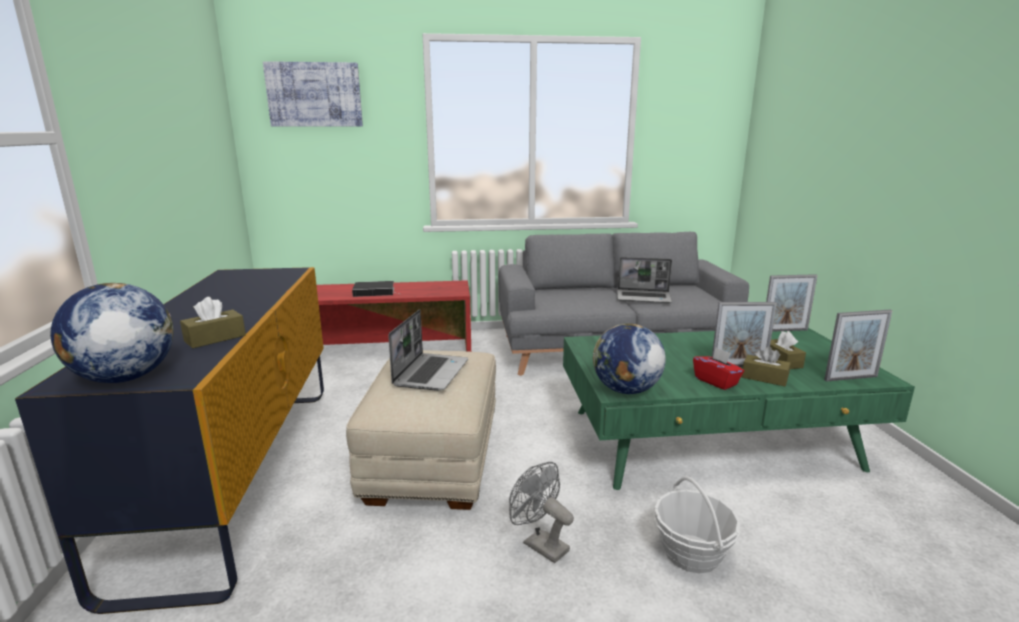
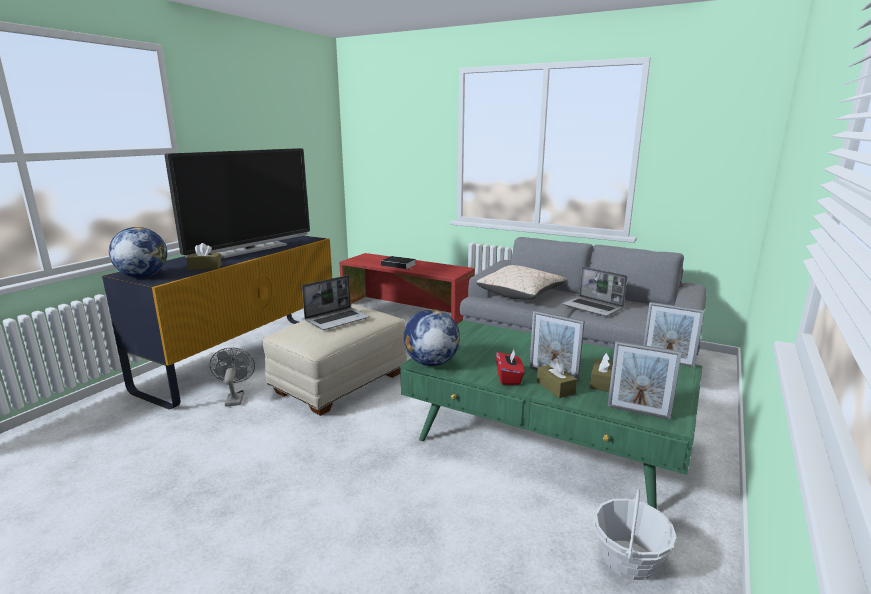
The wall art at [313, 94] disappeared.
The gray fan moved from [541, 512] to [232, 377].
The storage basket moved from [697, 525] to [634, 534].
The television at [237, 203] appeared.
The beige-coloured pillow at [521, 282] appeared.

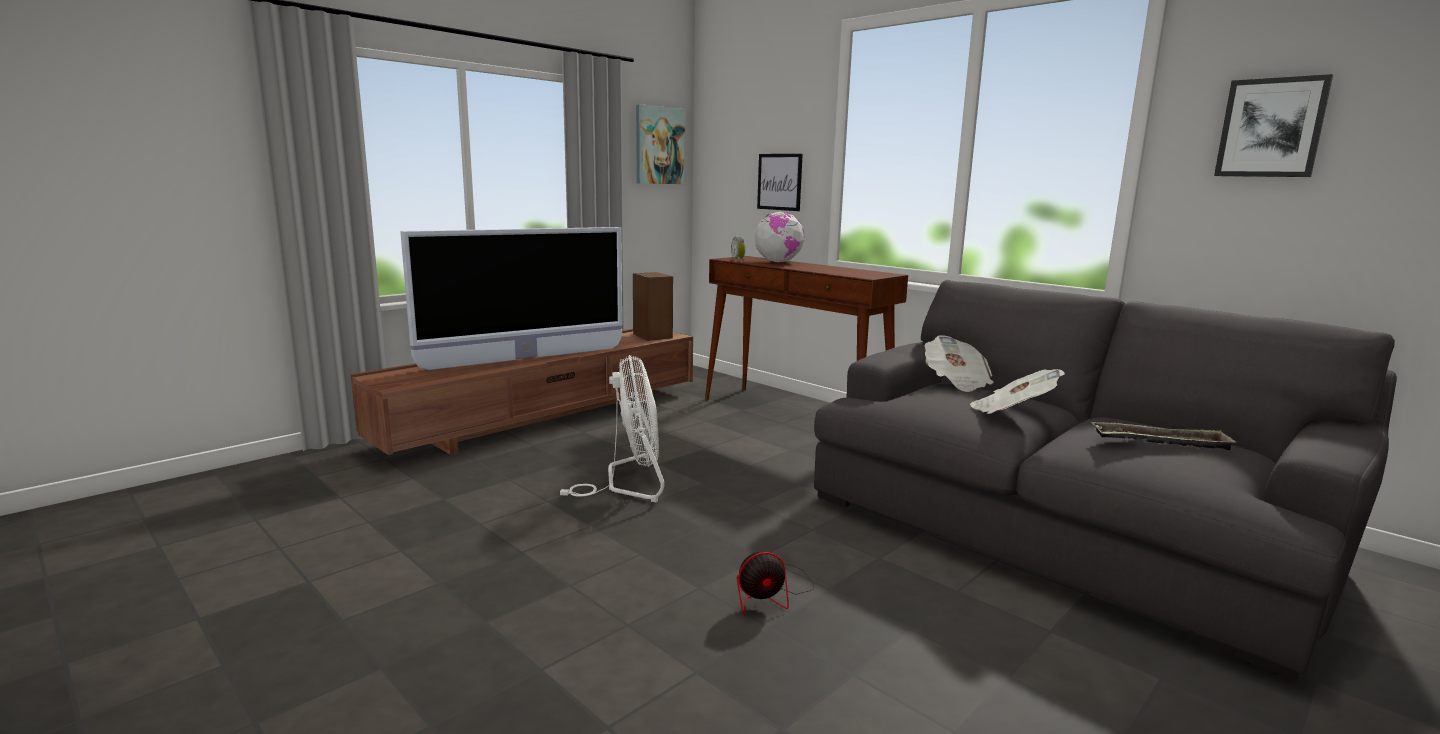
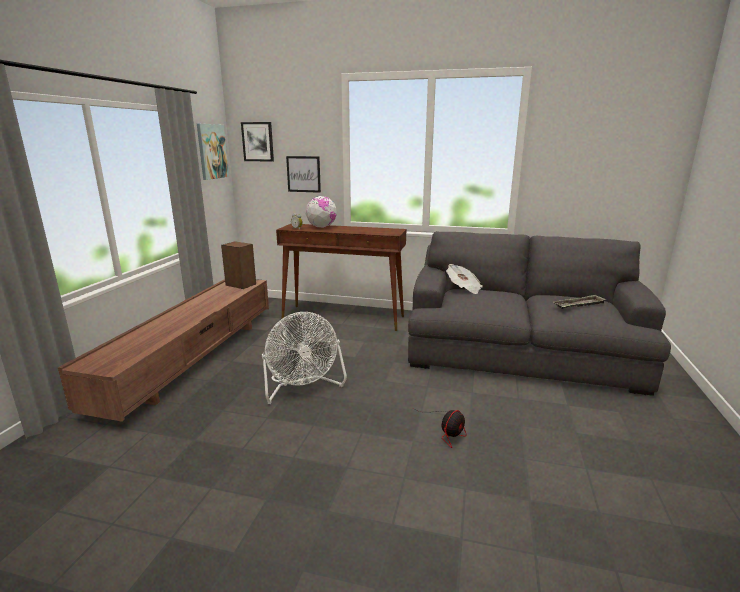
The television at [511, 298] disappeared.
The white fan at [611, 429] turned 105 degrees clockwise.
The printed paper at [1017, 391] disappeared.
The wall art moved from [1273, 125] to [257, 142].

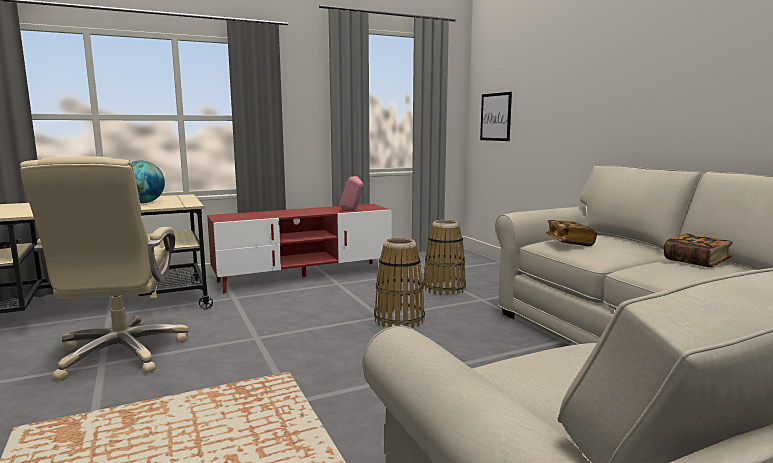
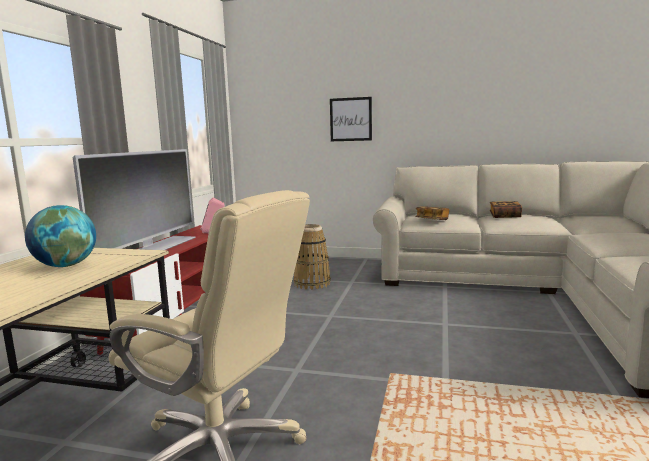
The storage basket at [399, 283] disappeared.
The wall art moved from [496, 116] to [351, 119].
The television at [134, 199] appeared.

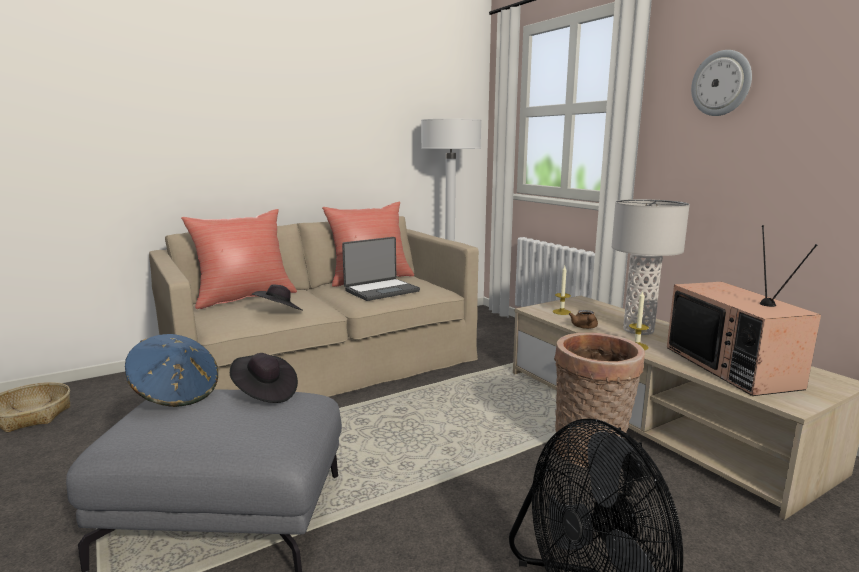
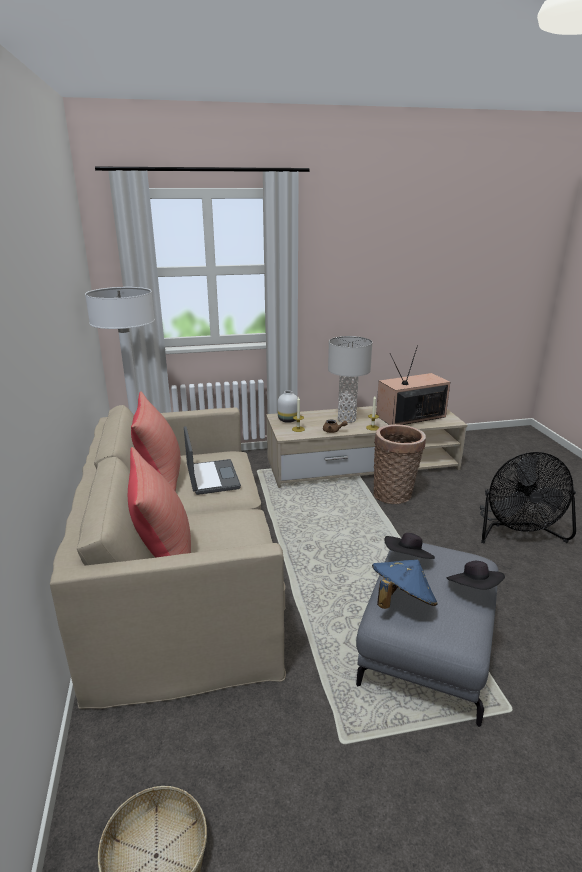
The black-coloured clothing hat moved from [277, 297] to [476, 575].
The television at [744, 310] turned 150 degrees clockwise.
The clock on the wall at [721, 83] disappeared.
The white vase at [288, 406] appeared.

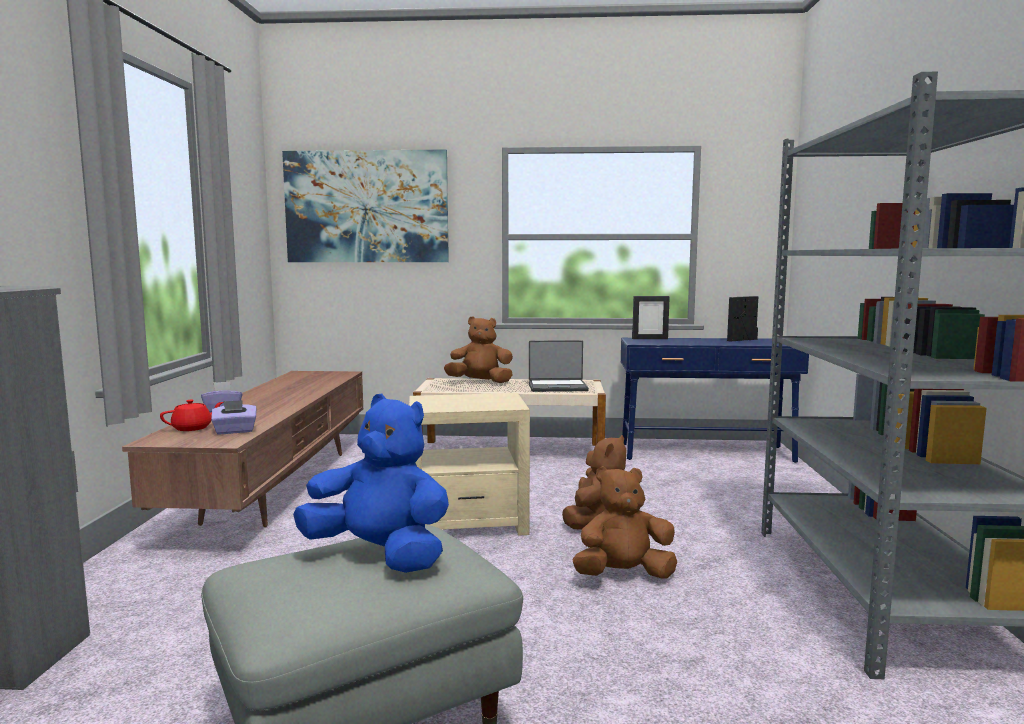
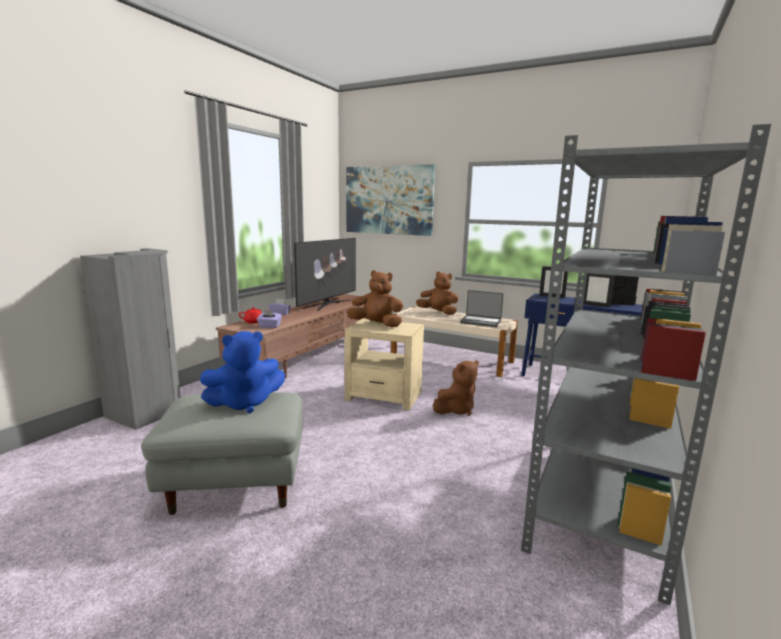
The blue plush toy at [371, 483] turned 105 degrees clockwise.
The brown-coloured plush toy moved from [624, 522] to [375, 298].
The television at [325, 274] appeared.
The photo frame at [599, 290] appeared.

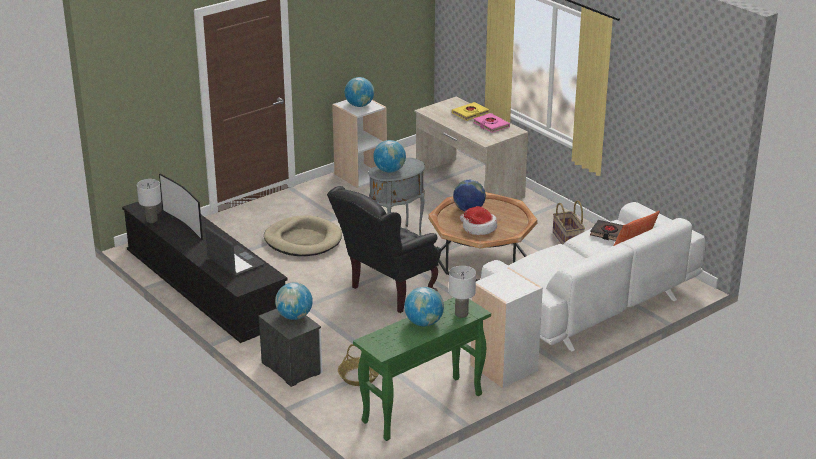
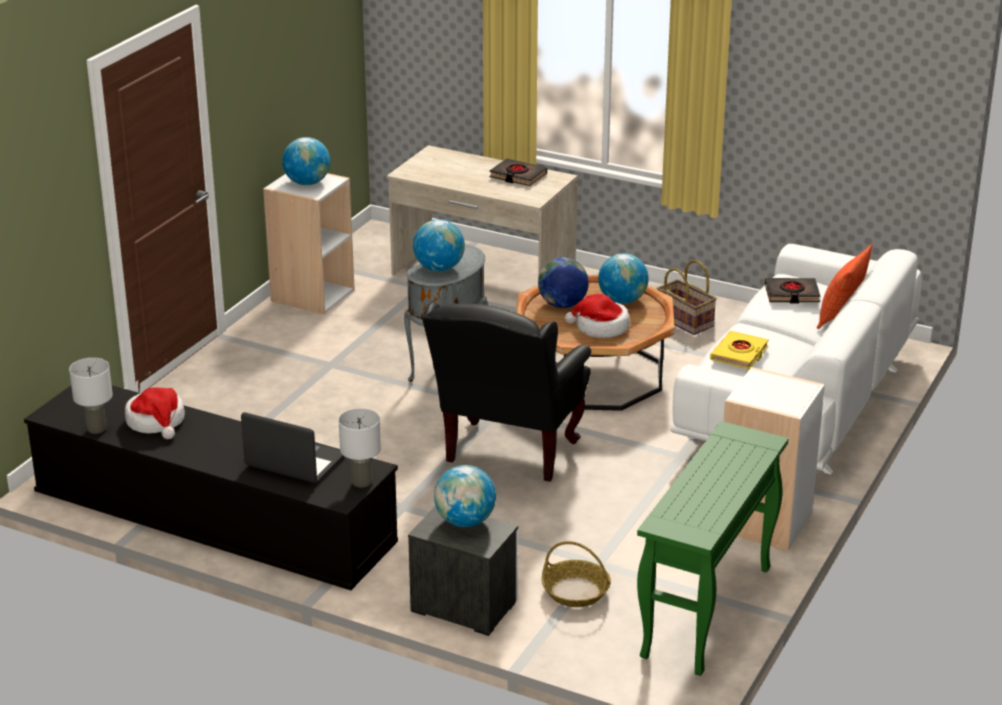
The television at [181, 207] was replaced by the clothing hat at [155, 413].
The beige-coloured dog cushion at [303, 235] disappeared.
The world globe moved from [424, 306] to [623, 278].
The white table lamp moved from [462, 292] to [360, 448].
The yellow book moved from [470, 111] to [739, 350].
The pinkish book at [491, 123] became the black-coloured book at [518, 172].

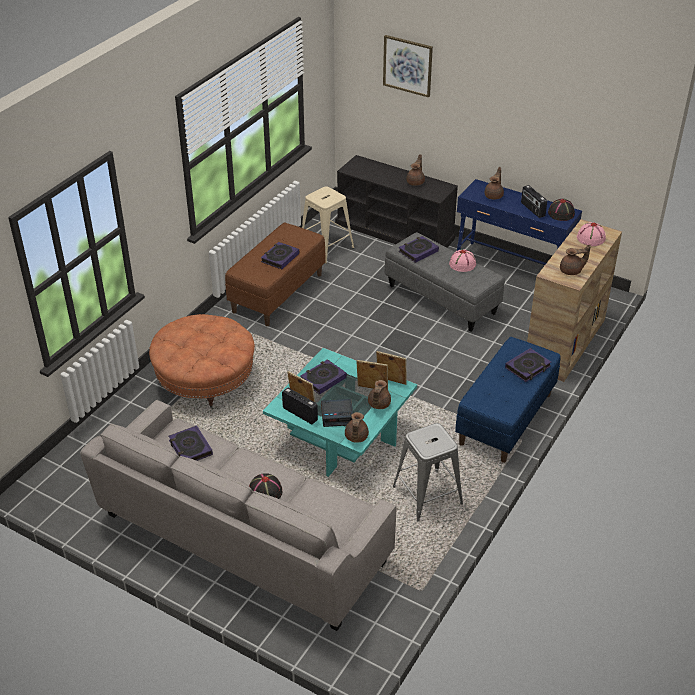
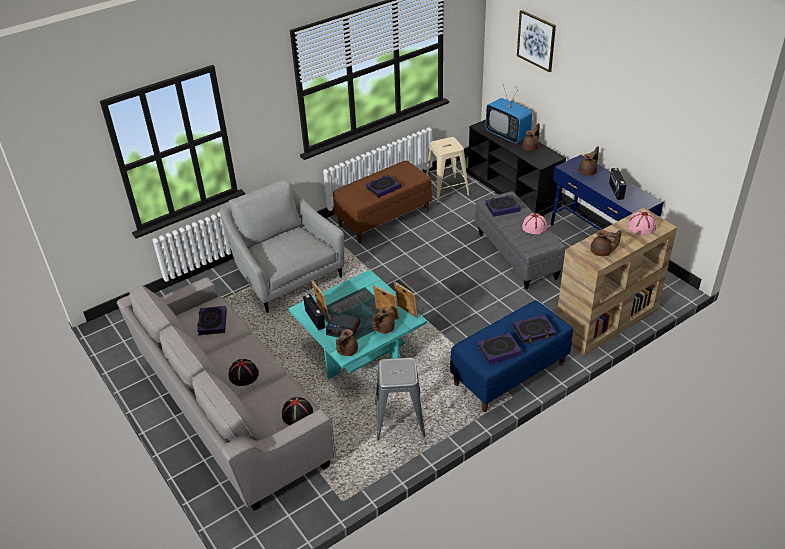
The brown-coloured pouffe at [202, 361] was replaced by the gray easy chair at [282, 246].
The book moved from [323, 377] to [500, 349].
The black-coloured clothing hat moved from [561, 210] to [297, 411].
The television at [509, 114] appeared.

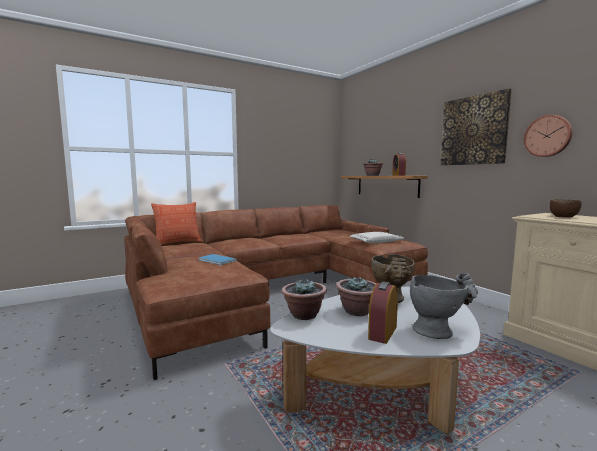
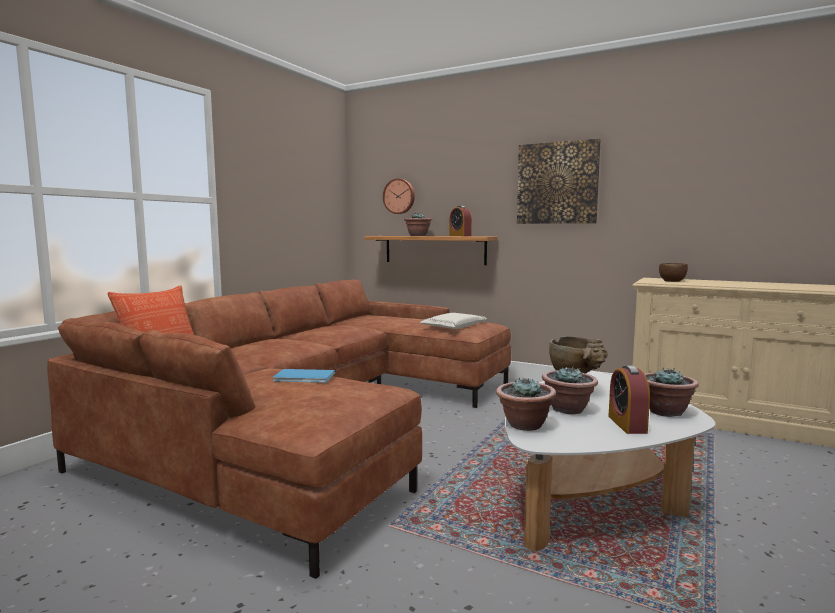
The gray vase at [444, 306] was replaced by the potted plant at [672, 392].
The clock on the wall moved from [548, 136] to [399, 196].

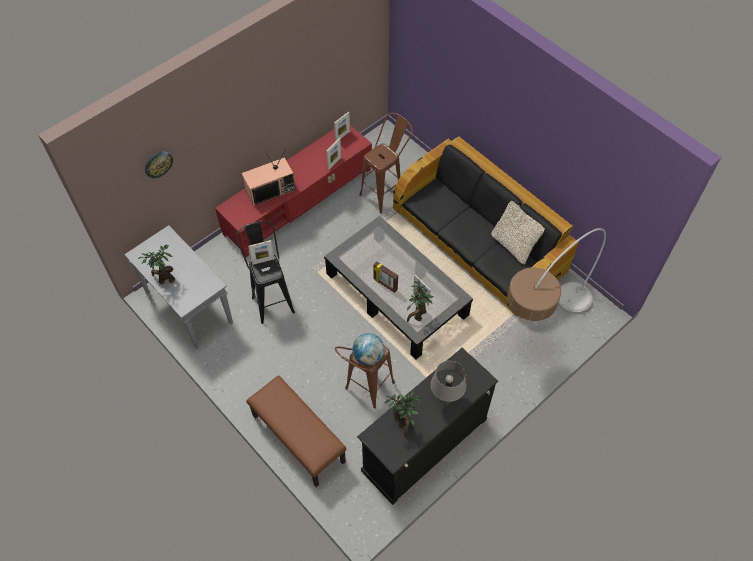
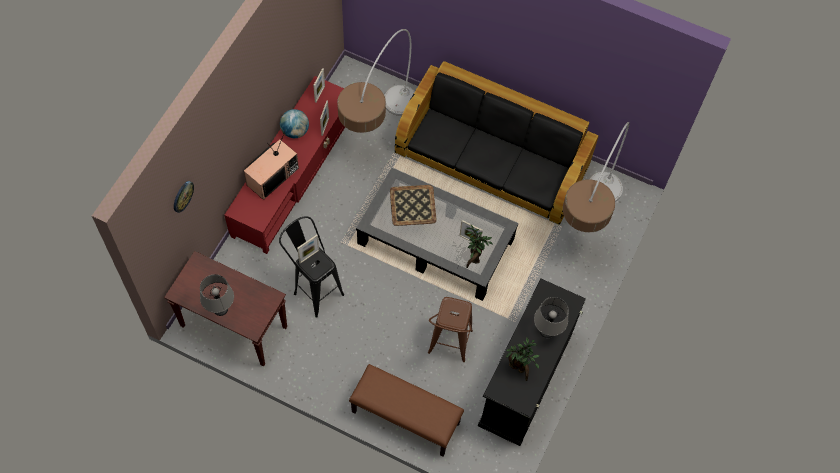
The gray narrow table at [178, 287] became the brown-coloured narrow table at [225, 309].
The potted plant at [156, 264] was replaced by the gray table lamp at [217, 295].
The world globe moved from [368, 349] to [294, 123].
The brown-coloured sitting stool at [386, 163] was replaced by the standard lamp at [376, 81].
The photo frame at [385, 277] disappeared.
The beige-coloured pillow at [518, 232] disappeared.
The serving tray at [413, 205] appeared.

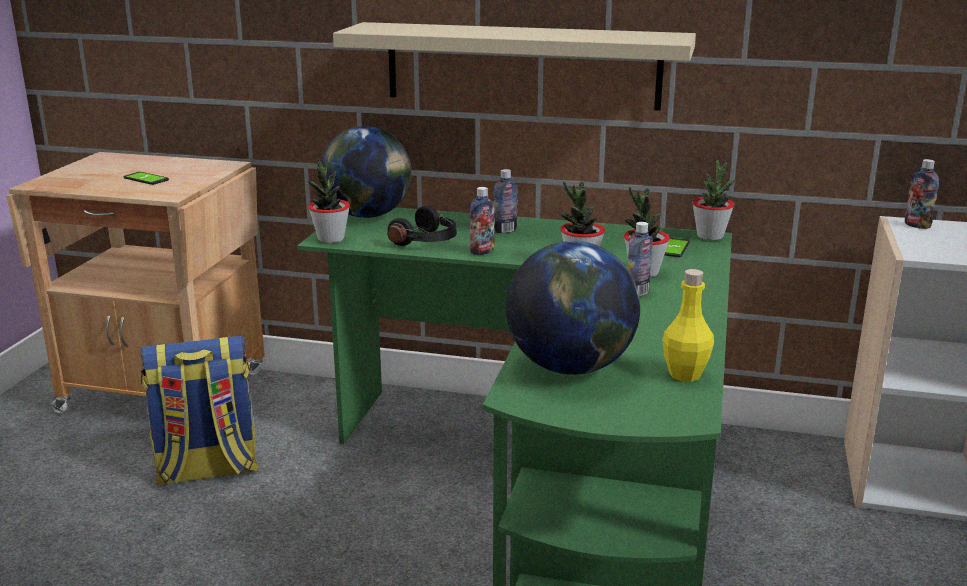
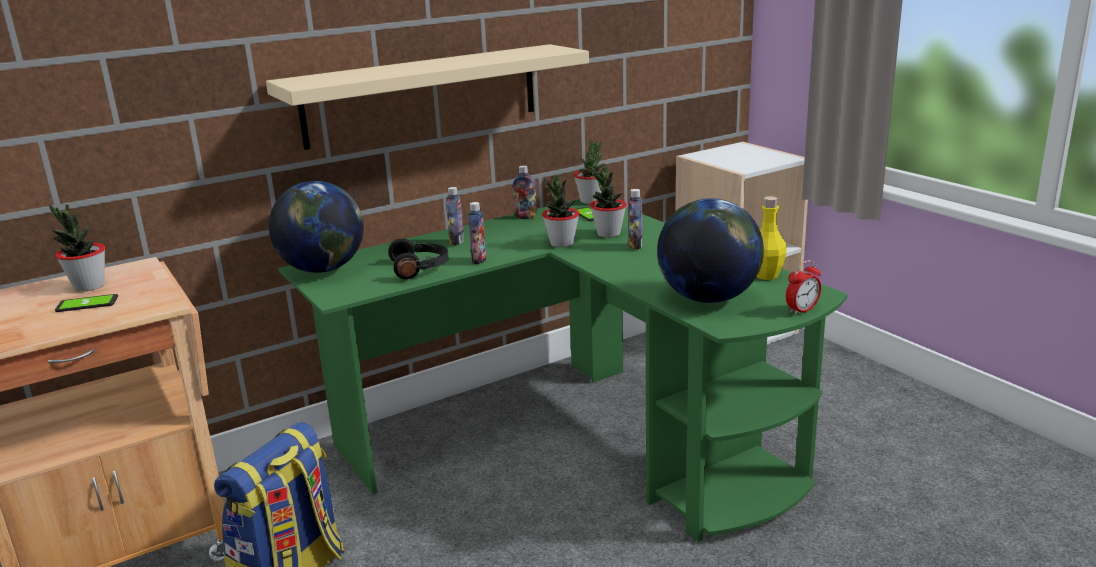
The potted plant moved from [329, 200] to [77, 248].
The drink bottle moved from [922, 194] to [525, 192].
The alarm clock at [803, 287] appeared.

